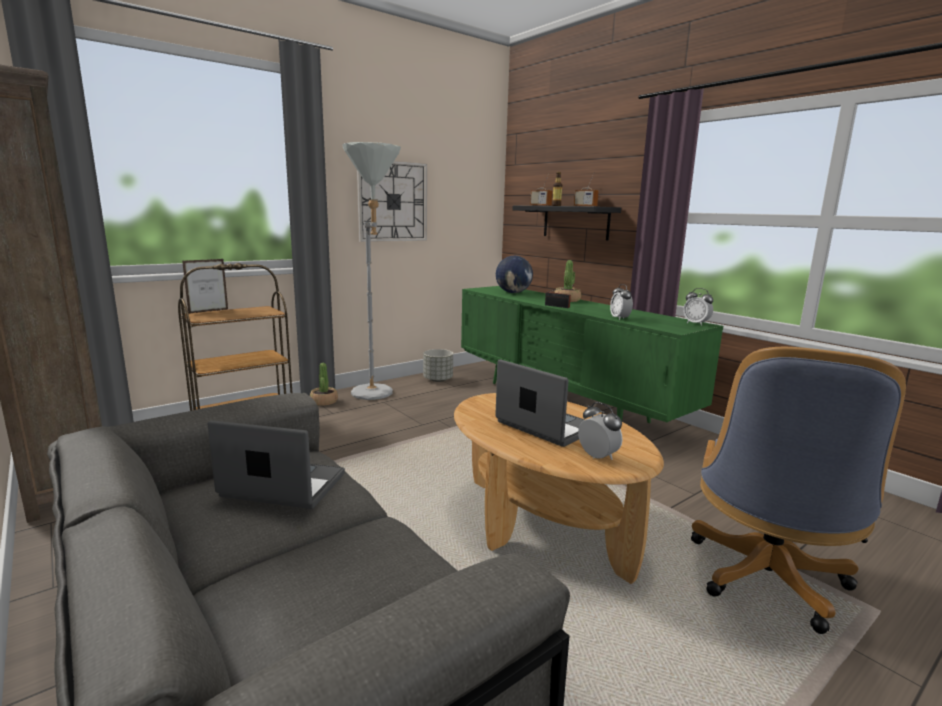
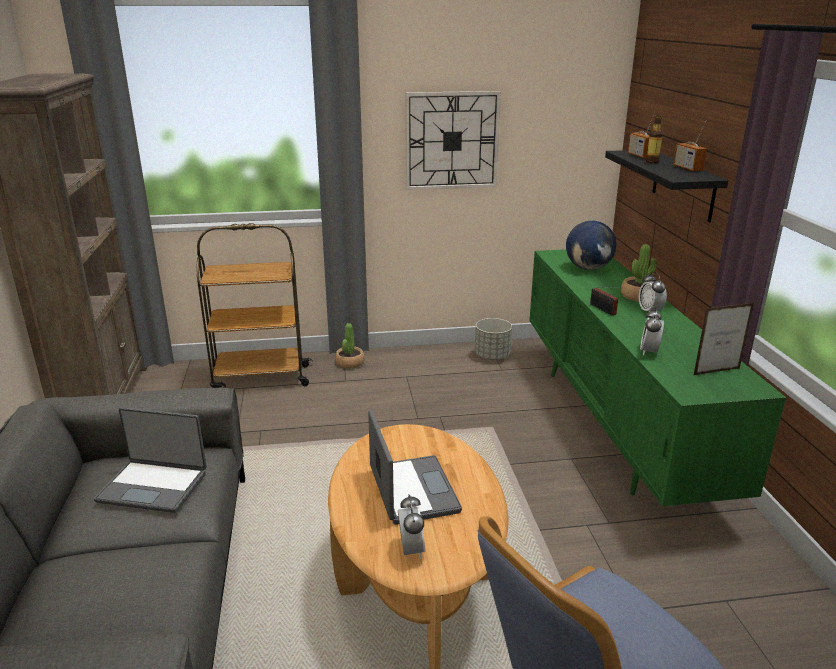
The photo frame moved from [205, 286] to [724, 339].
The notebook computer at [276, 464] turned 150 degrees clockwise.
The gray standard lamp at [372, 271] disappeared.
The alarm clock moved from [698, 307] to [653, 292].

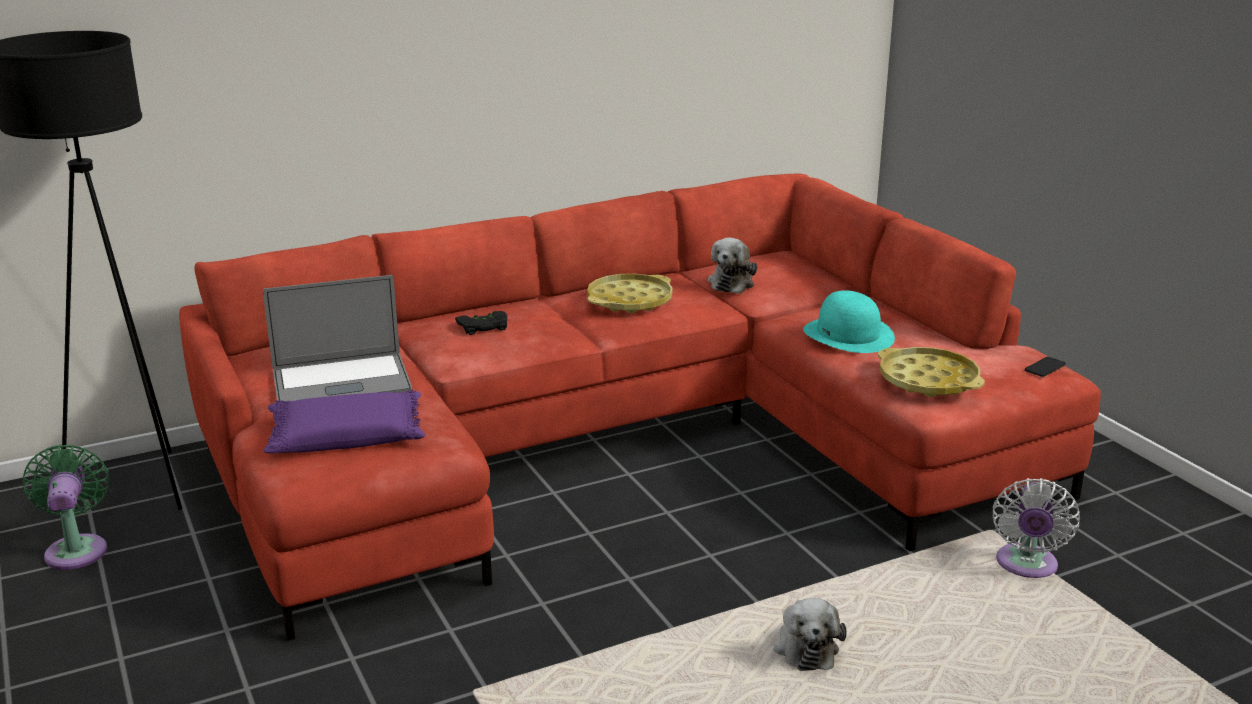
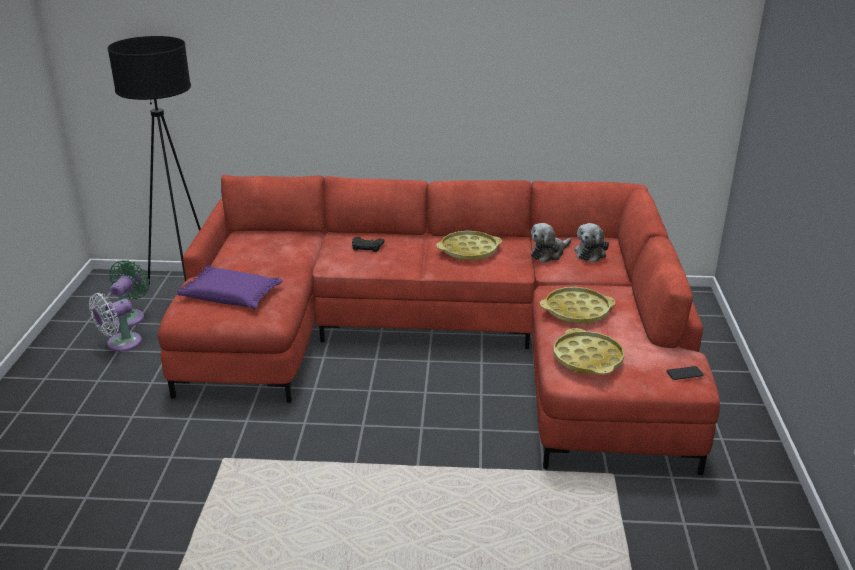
The notebook computer at [337, 338] disappeared.
The plush toy moved from [810, 634] to [591, 242].
The turquoise-coloured clothing hat at [849, 321] was replaced by the yellow serving tray at [578, 305].
The white fan moved from [1036, 528] to [115, 322].

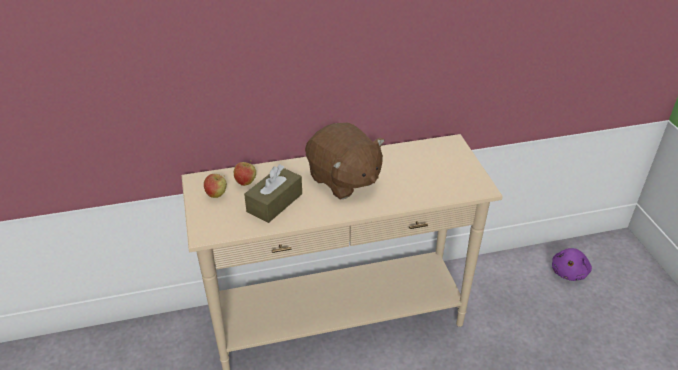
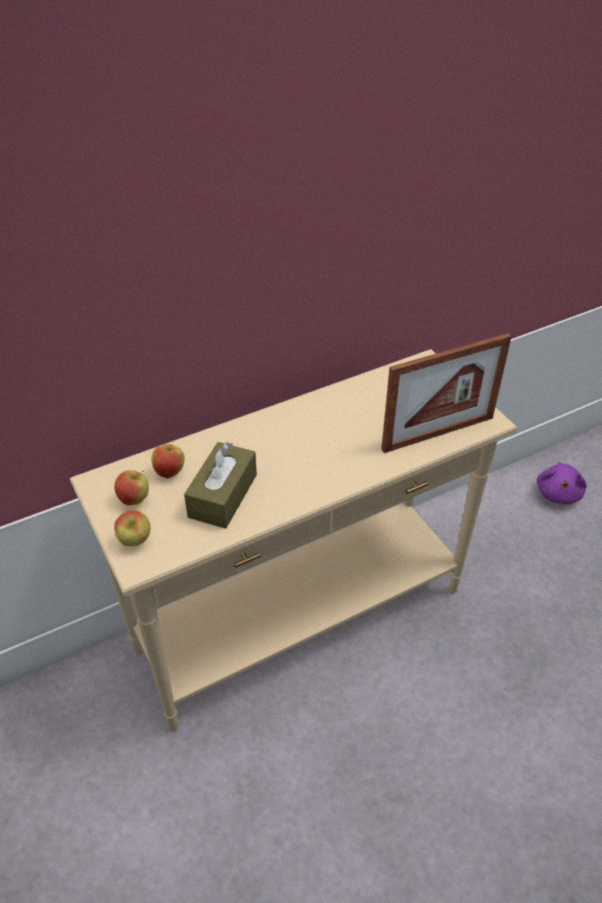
The brown-coloured plush toy at [345, 160] disappeared.
The apple at [132, 528] appeared.
The photo frame at [446, 393] appeared.

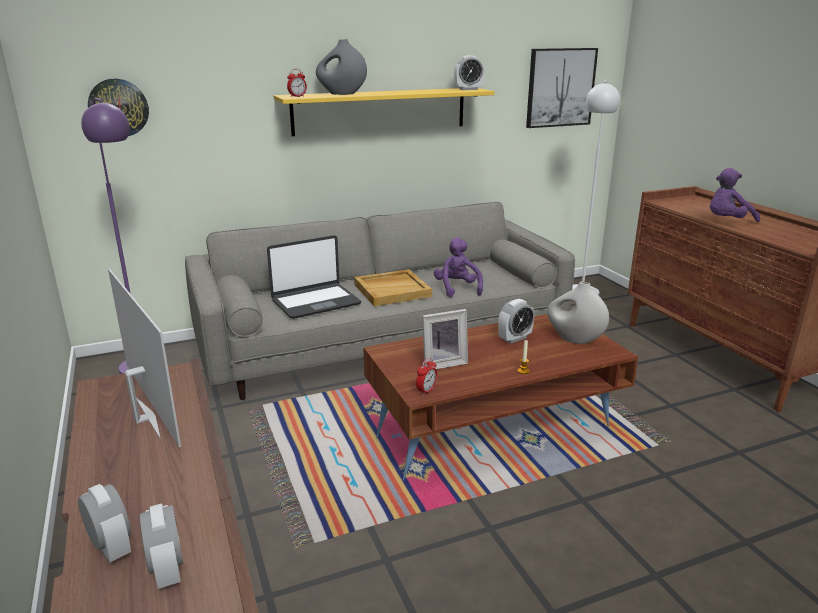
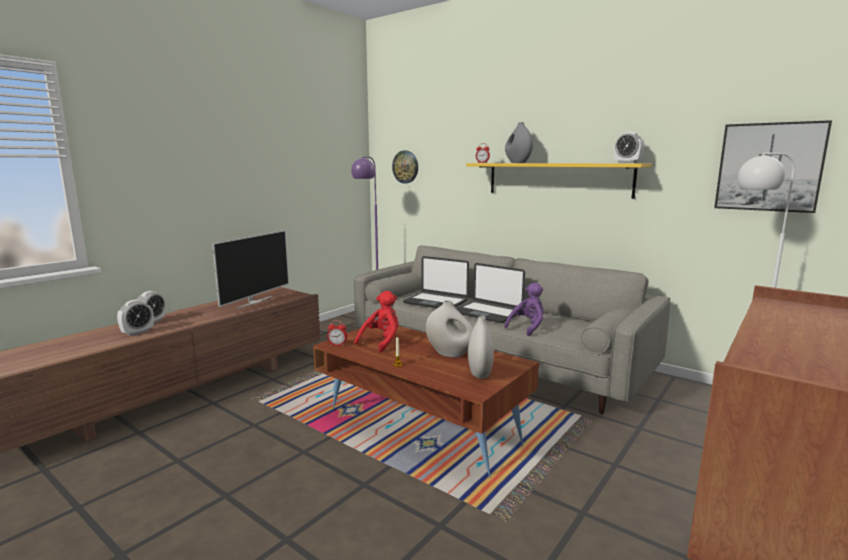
The beige-coloured serving tray at [393, 287] was replaced by the notebook computer at [490, 293].
The photo frame at [445, 339] was replaced by the reddish plush toy at [376, 321].
The alarm clock at [516, 321] was replaced by the white vase at [449, 328].
The purple plush toy at [735, 195] disappeared.

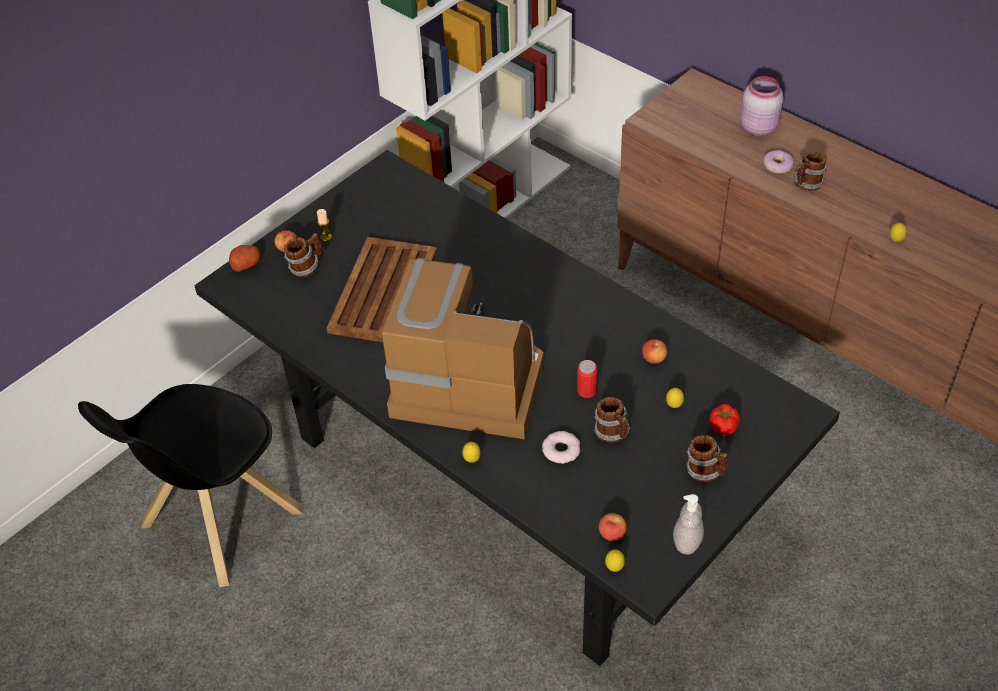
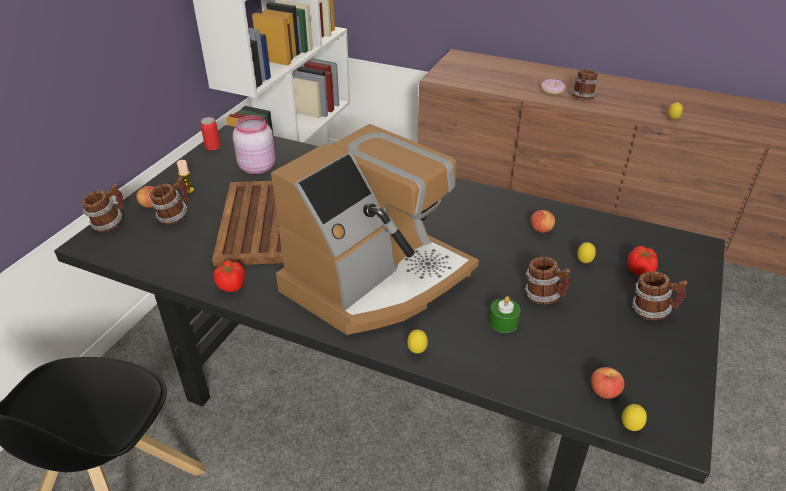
The potato at [244, 258] was replaced by the coffee mug at [103, 208].
The coffee machine at [463, 348] turned 135 degrees clockwise.
The donut at [561, 447] was replaced by the greenish wax light at [504, 314].
The sealed can moved from [587, 379] to [210, 133].
The soap bottle at [688, 524] disappeared.
The pinkish storage jar moved from [761, 106] to [254, 144].
The whole tomato at [229, 276] appeared.

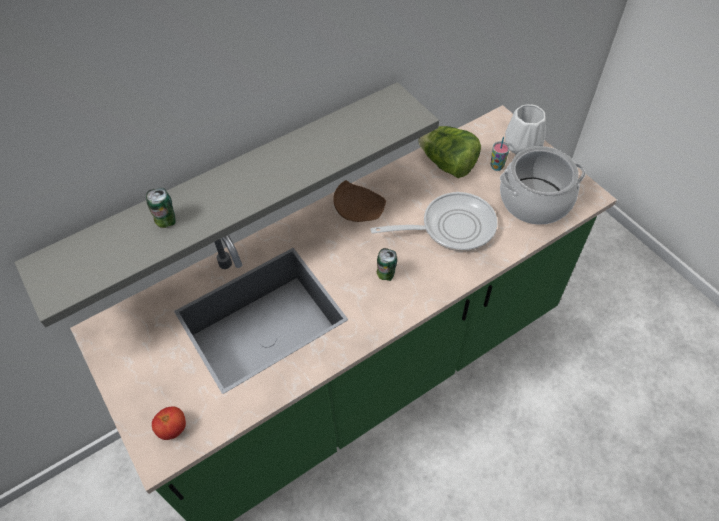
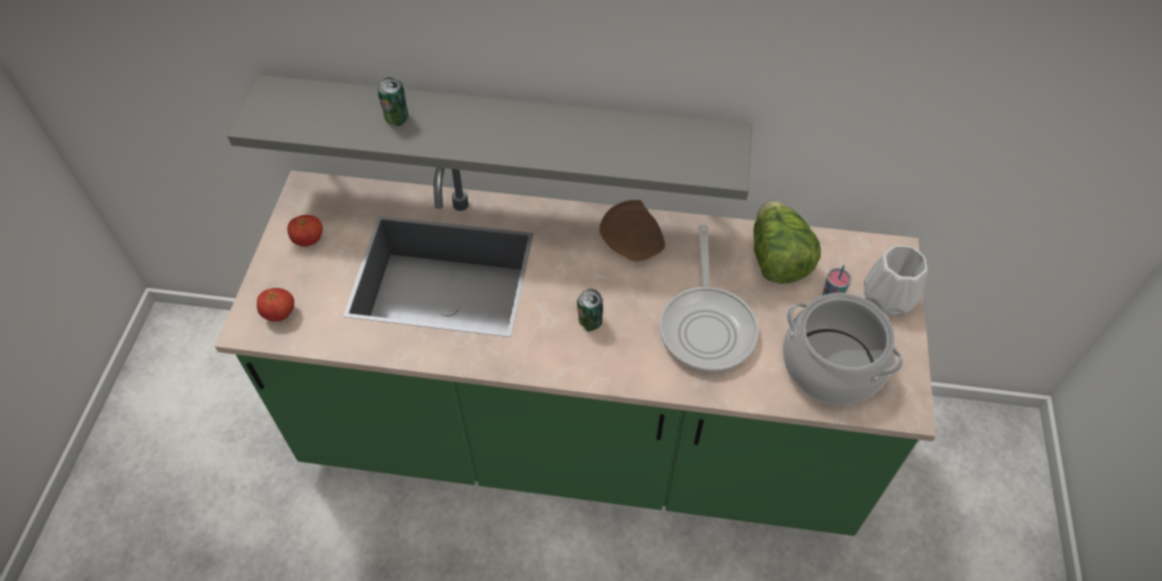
The frying pan at [434, 221] turned 60 degrees clockwise.
The whole tomato at [305, 231] appeared.

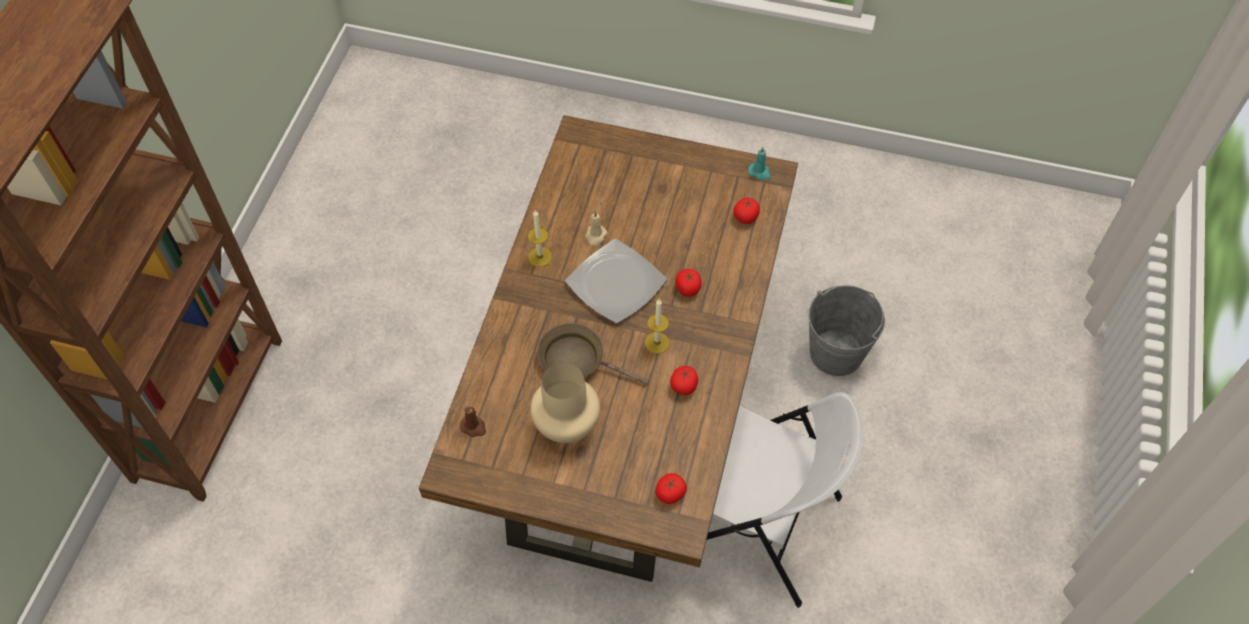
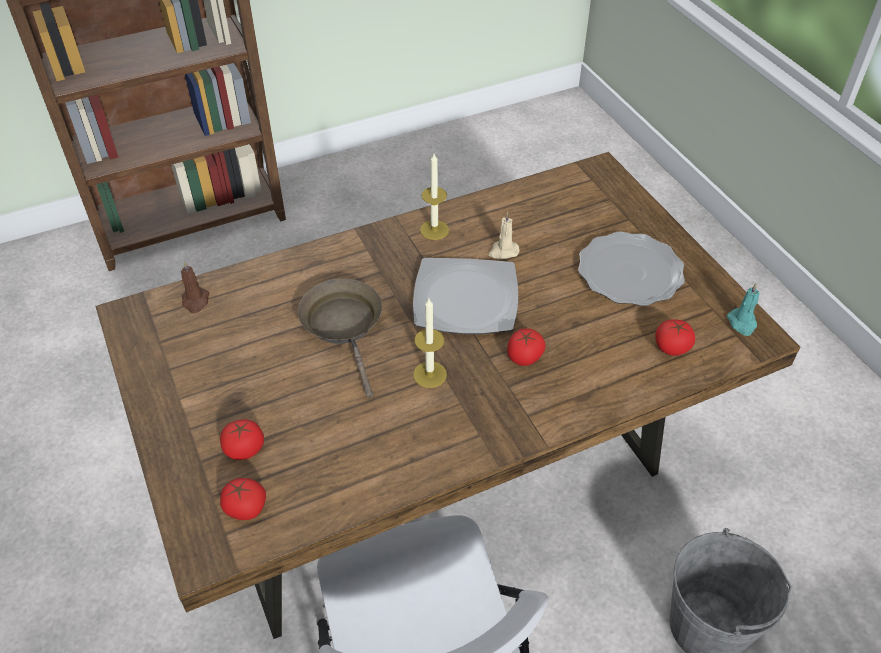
The beige-coloured vase at [565, 402] disappeared.
The whole tomato moved from [684, 380] to [242, 439].
The dinner plate at [631, 268] appeared.

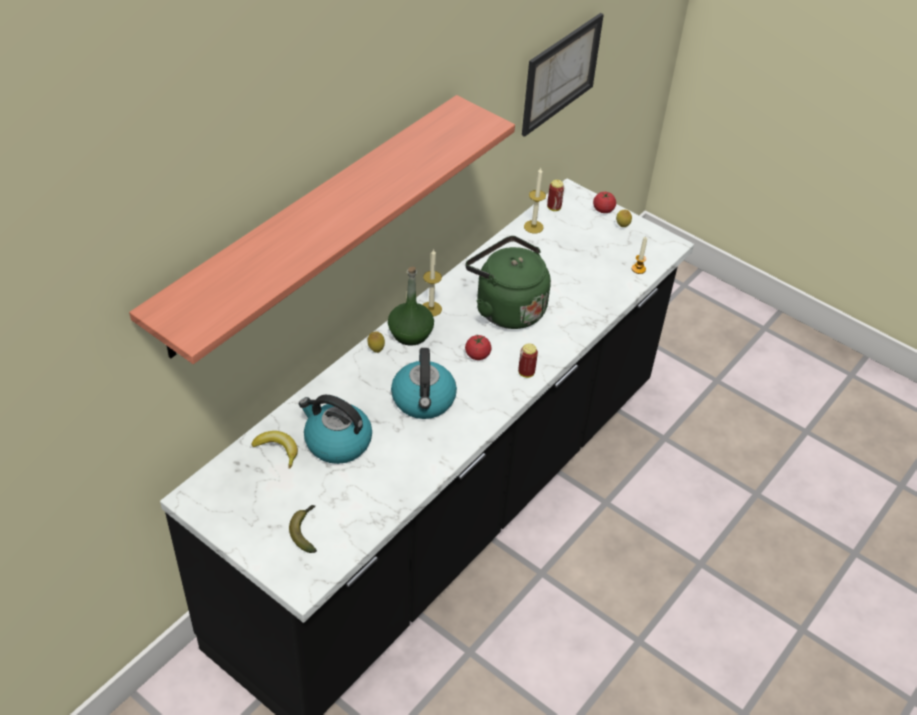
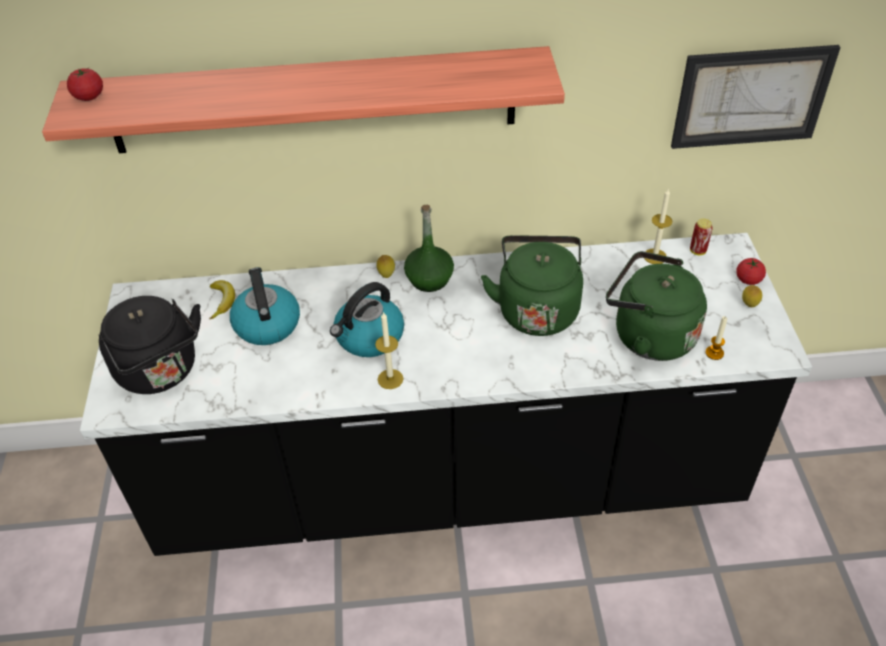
The banana at [303, 529] was replaced by the black-coloured kettle at [150, 345].
The wax light moved from [432, 282] to [389, 350].
The whole tomato moved from [478, 347] to [85, 84].
The sealed can at [528, 361] disappeared.
The greenish kettle at [656, 306] appeared.

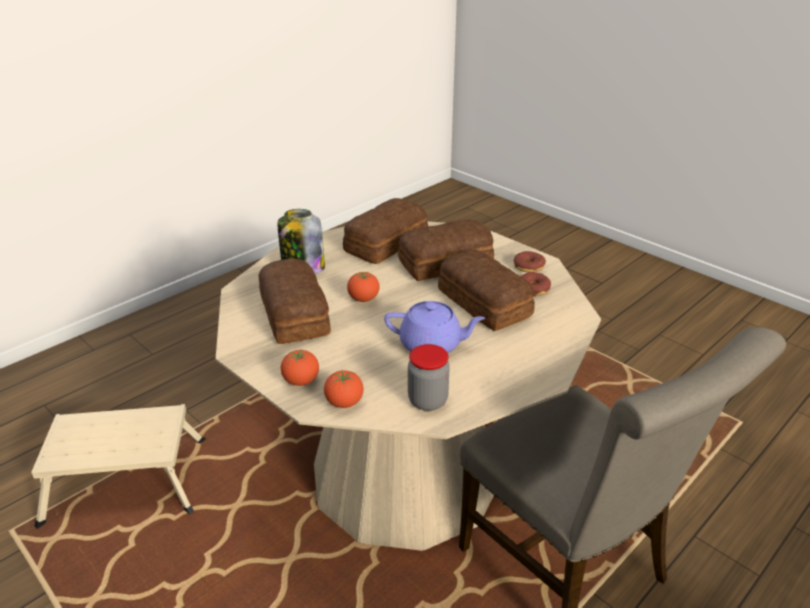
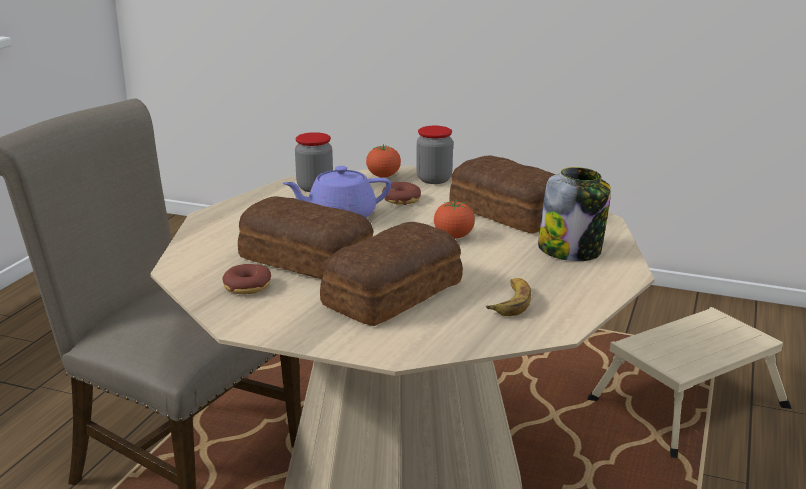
The whole tomato at [300, 367] was replaced by the storage jar at [434, 155].
The bakery bread at [385, 231] was replaced by the banana at [508, 297].
The donut moved from [530, 261] to [401, 193].

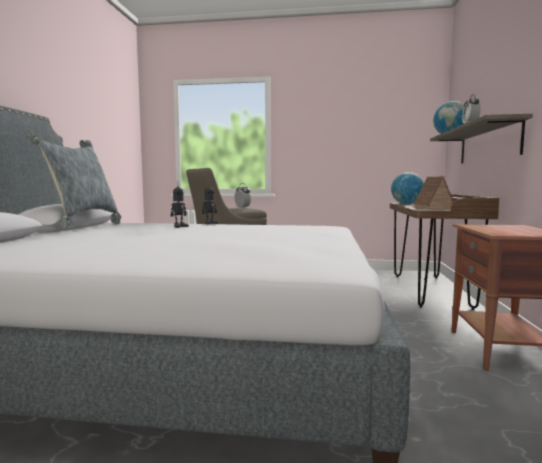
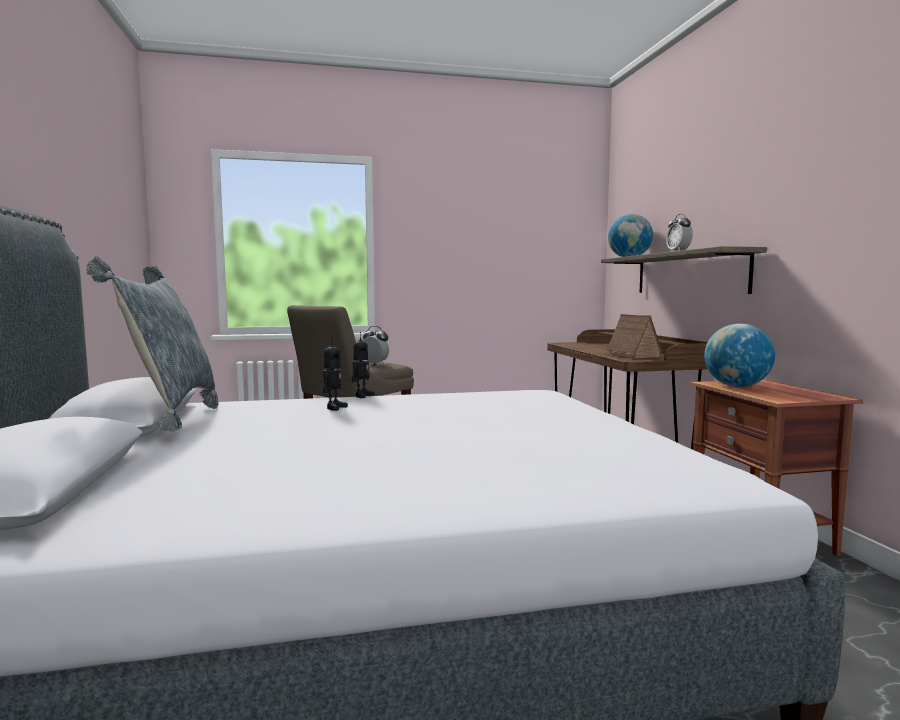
The world globe moved from [407, 188] to [739, 355].

